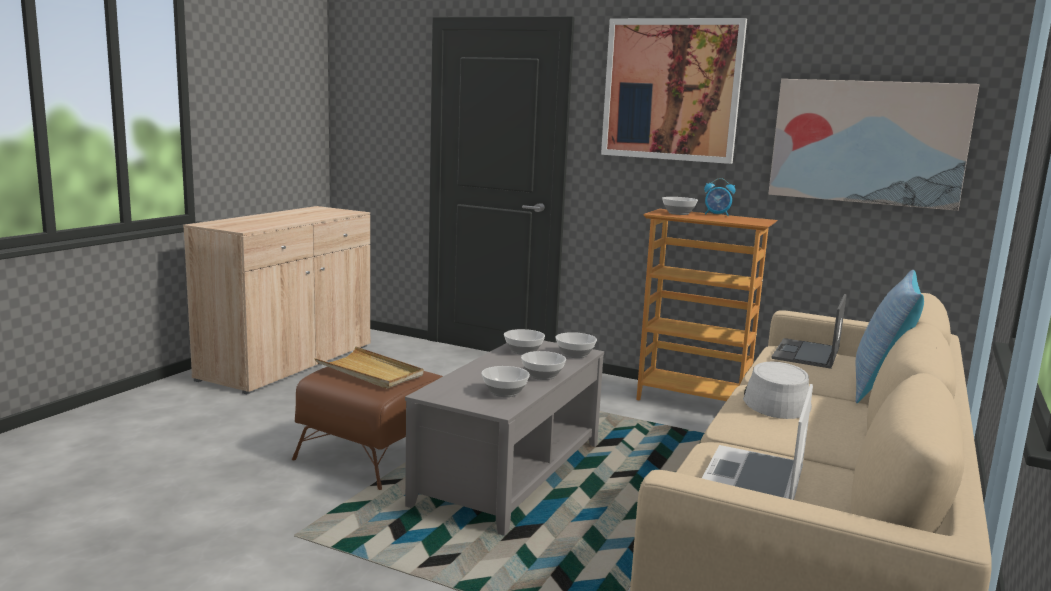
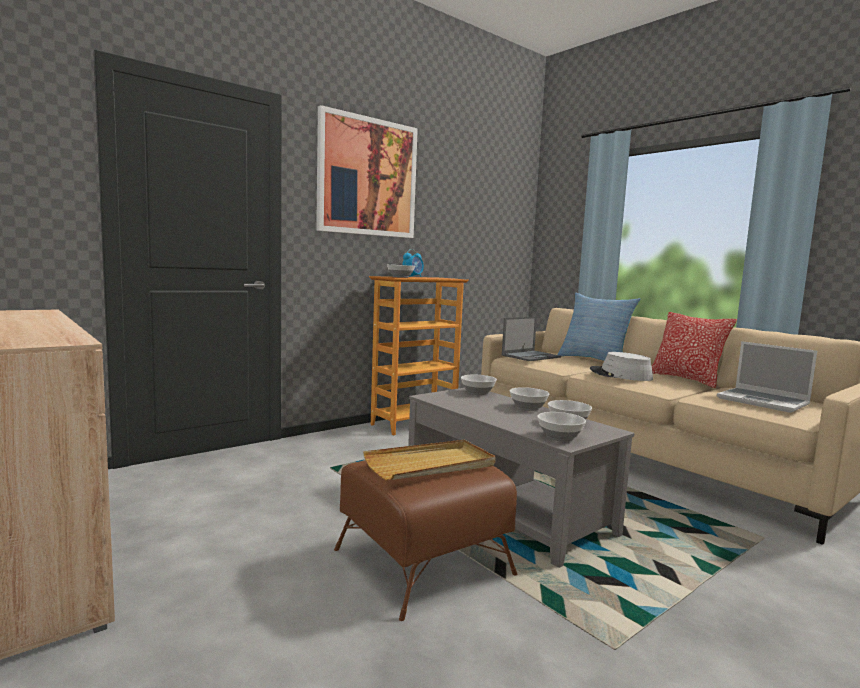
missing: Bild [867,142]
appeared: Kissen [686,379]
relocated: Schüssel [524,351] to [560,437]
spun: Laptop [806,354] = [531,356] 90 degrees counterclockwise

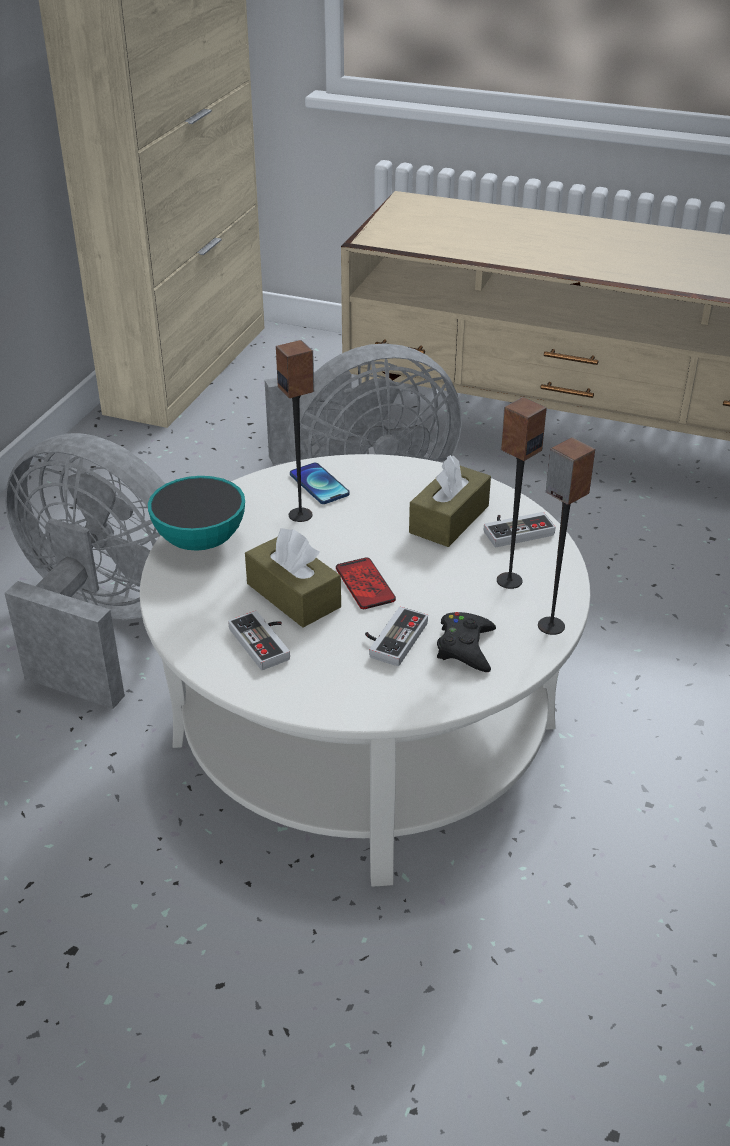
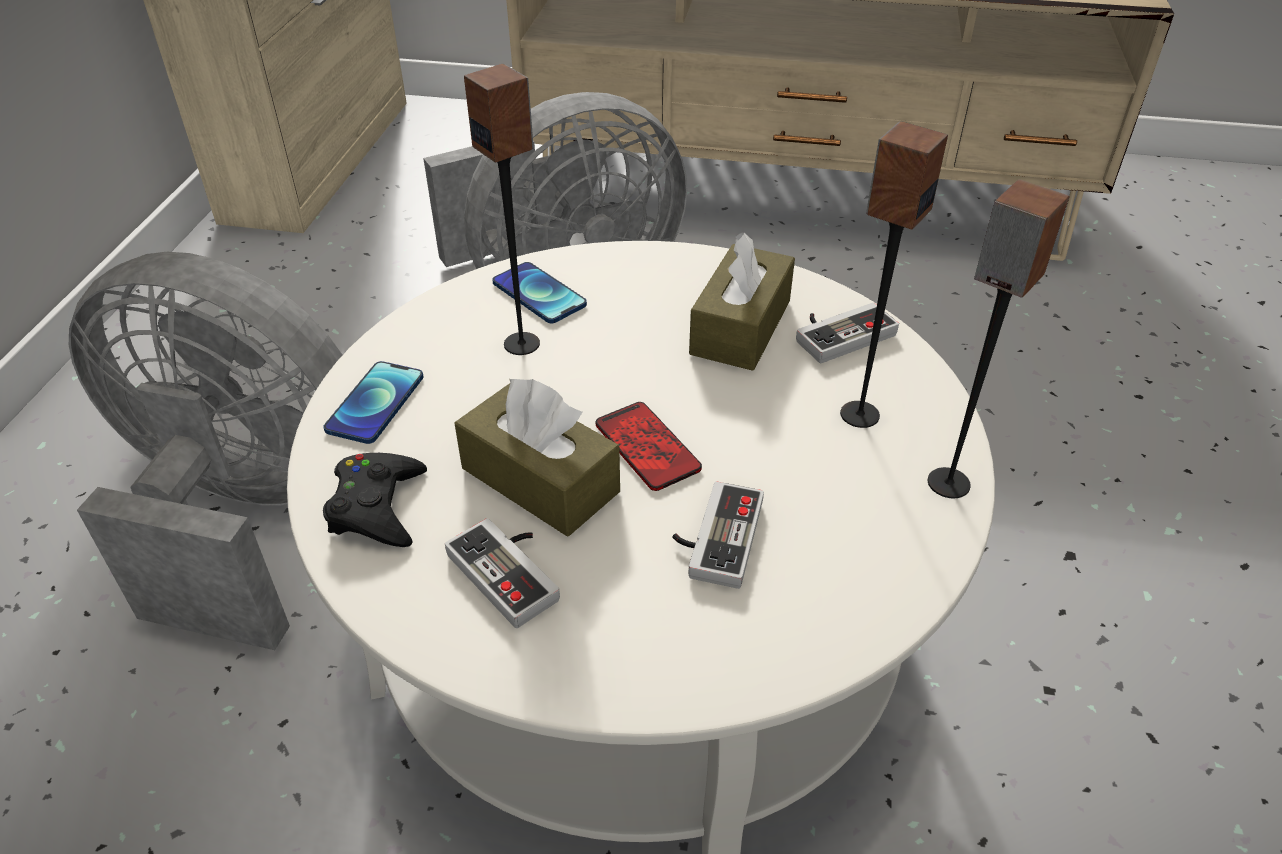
relocated: Gamepad/schwarz [465,647] to [377,507]
exchanged: Schüssel [200,541] to Handy [375,403]

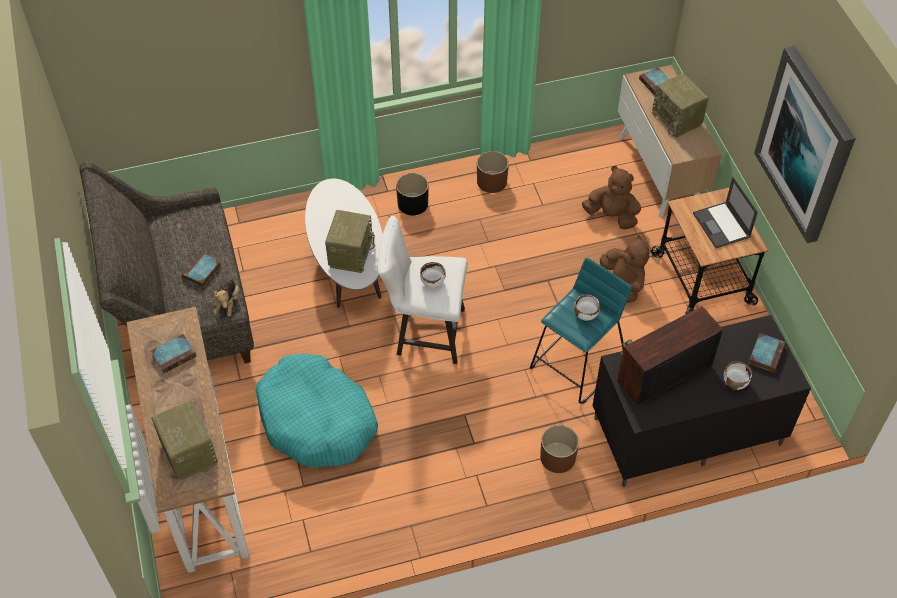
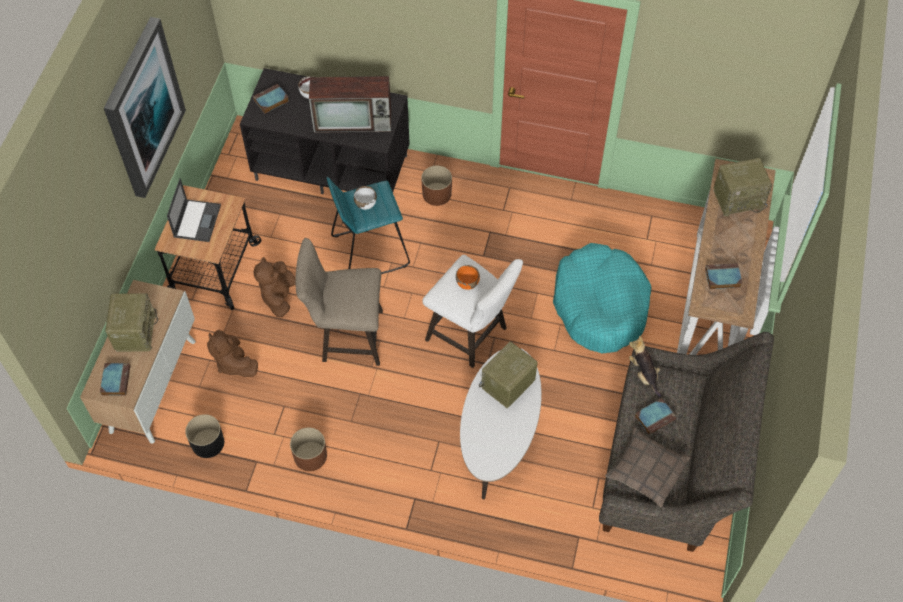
appeared: Hocker/beige [346,337]; Kissen [646,470]
relocated: Pflanzkübel/schwarz [413,204] to [207,443]
colour: Schüssel/weiß [432,282] to Schüssel/orange [467,283]
spun: Radio [188,452] = [738,198] 105 degrees counterclockwise; Plüschtier [228,303] = [644,374] 60 degrees counterclockwise

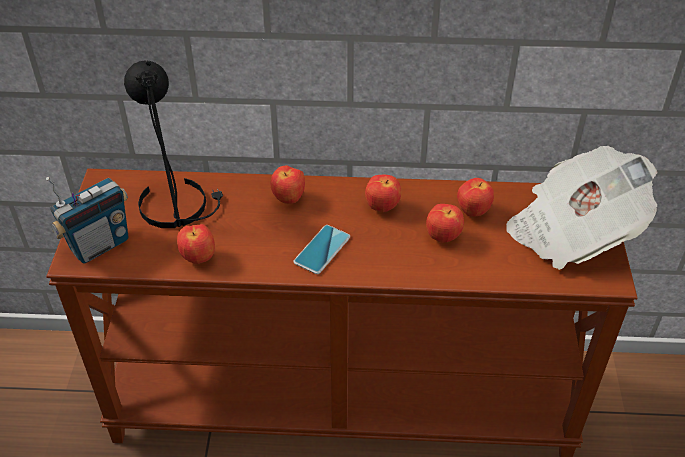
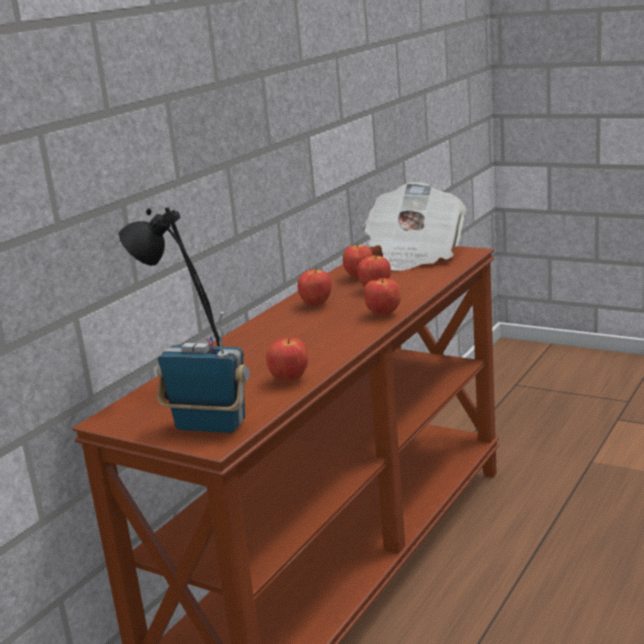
missing: Handy [322,250]
relocated: Apfel [289,199] to [383,314]
spun: Radio [99,245] = [210,426] 60 degrees counterclockwise

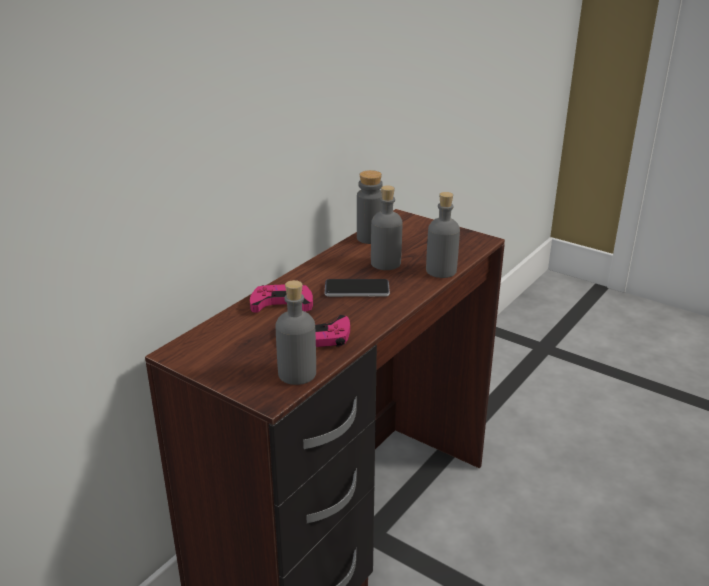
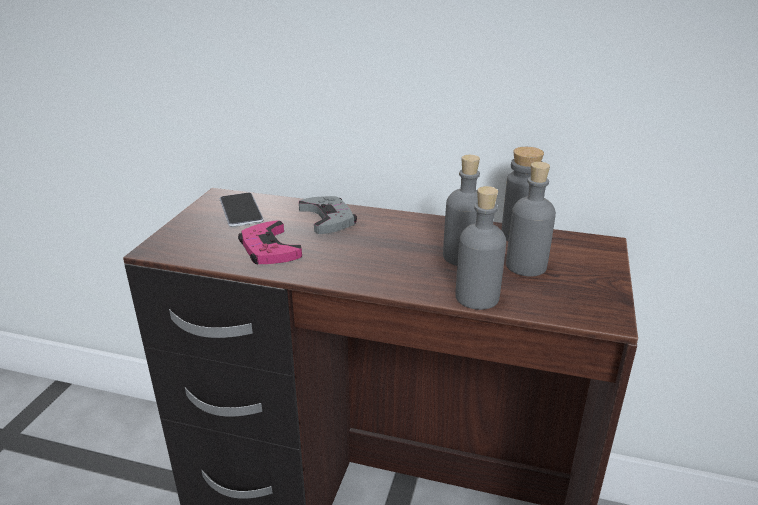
relocated: Flasche/grau [297,373] to [526,266]; Handy [357,289] to [241,211]
colour: Gamepad/rosa [282,303] to Gamepad/grau [328,219]

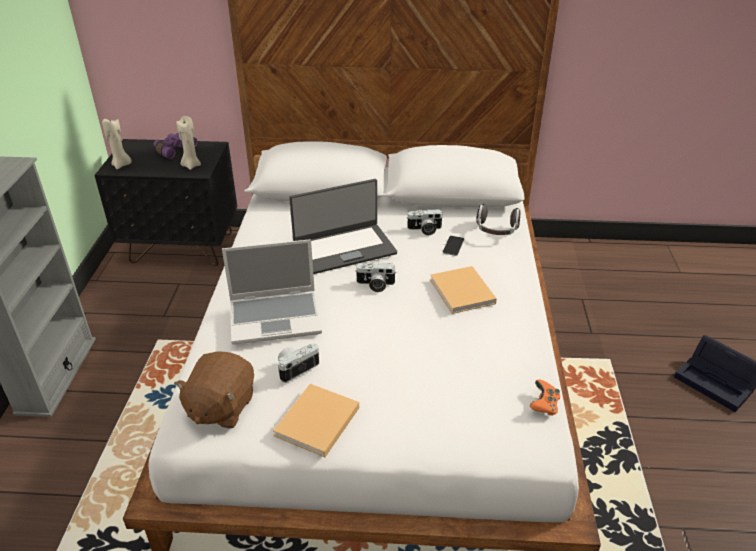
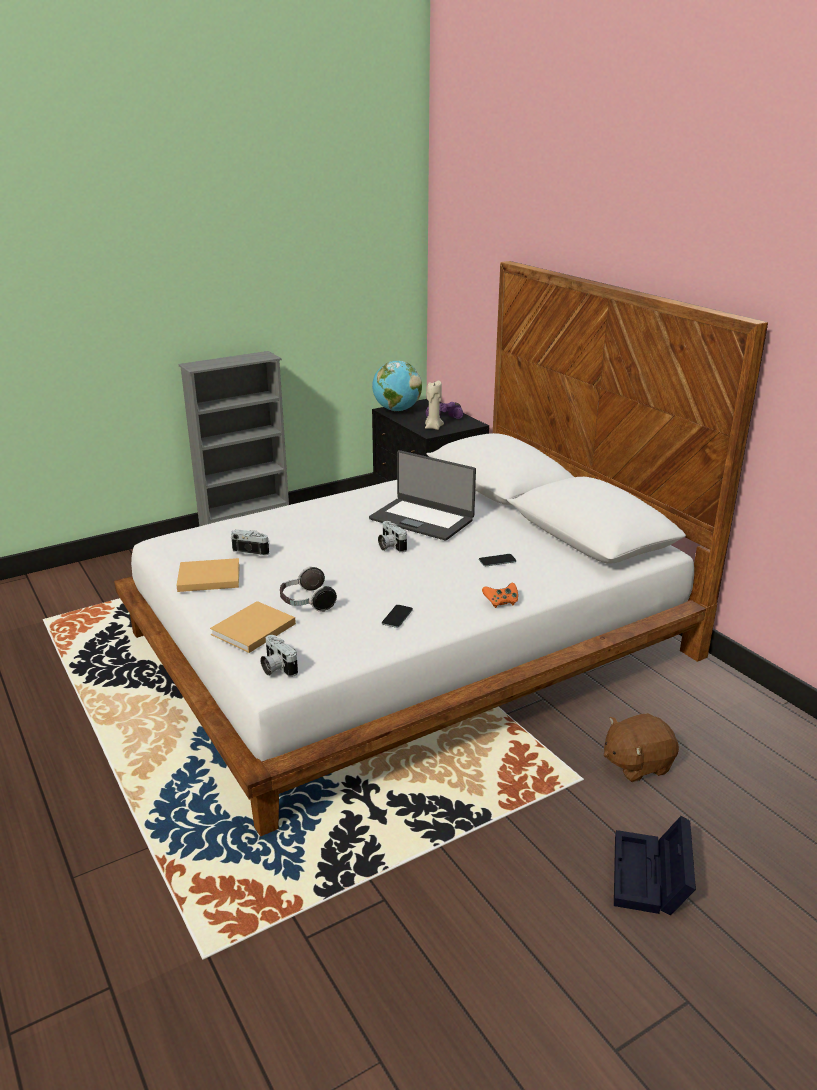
missing: Laptop [276,317]
appeared: Handy [397,616]
relocated: Plüschtier/braun [220,407] to [636,764]; Kamera [424,230] to [276,668]; Buch/beige [463,293] to [251,630]; Kopfhörer [496,231] to [306,602]; Gamepad/orange [544,405] to [501,602]
exchanged: Kerze/beige [121,165] to Globus [396,410]

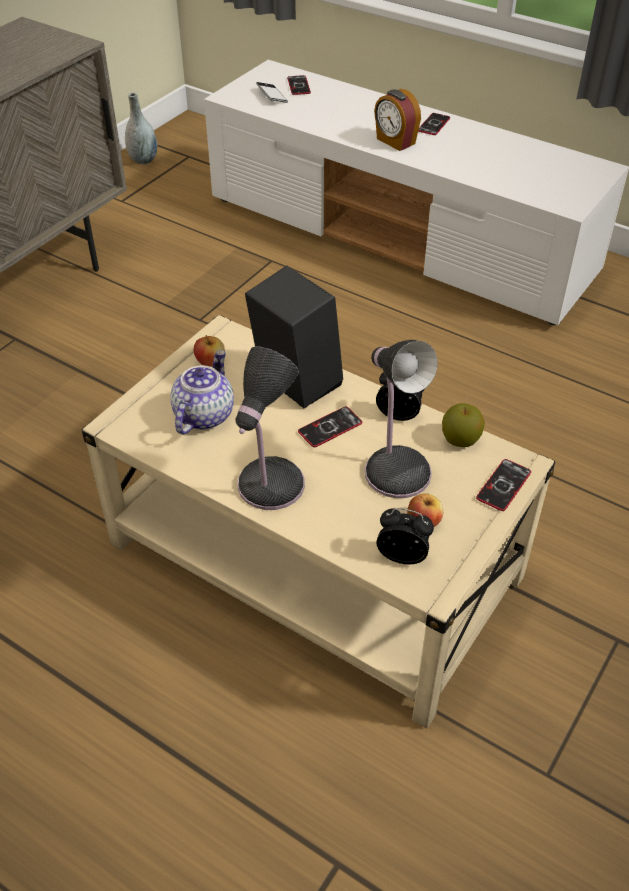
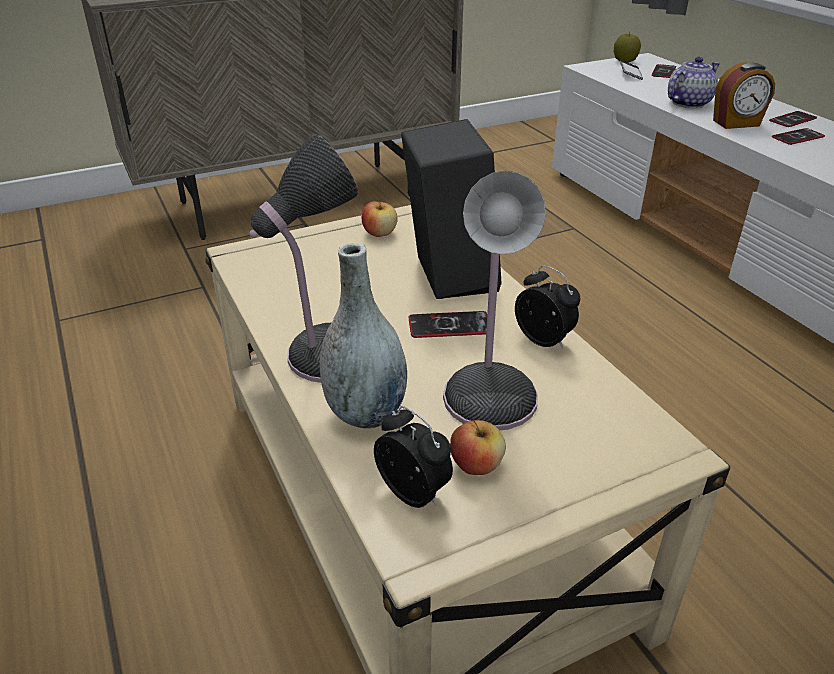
relocated: Vase/grau [143,160] to [365,413]; Teekanne [203,415] to [688,103]; Apfel [460,440] to [625,61]; Handy [503,485] to [797,137]
spun: Wecker [395,141] = [736,123] 90 degrees counterclockwise

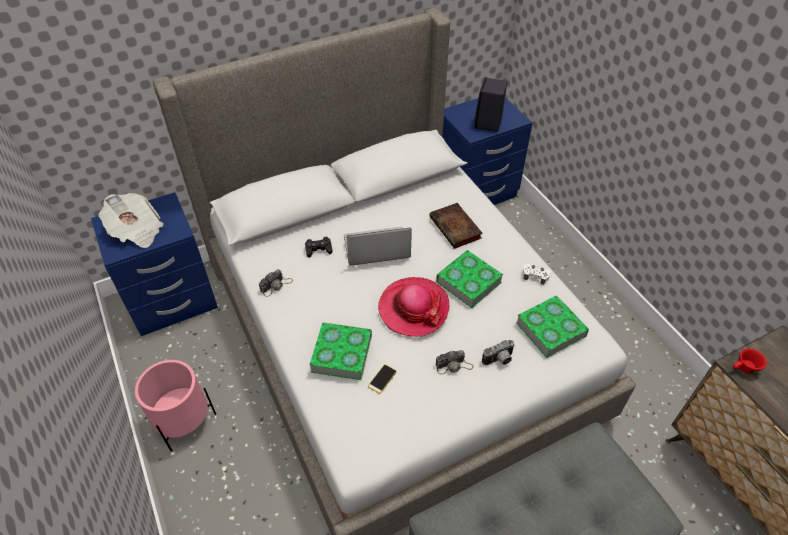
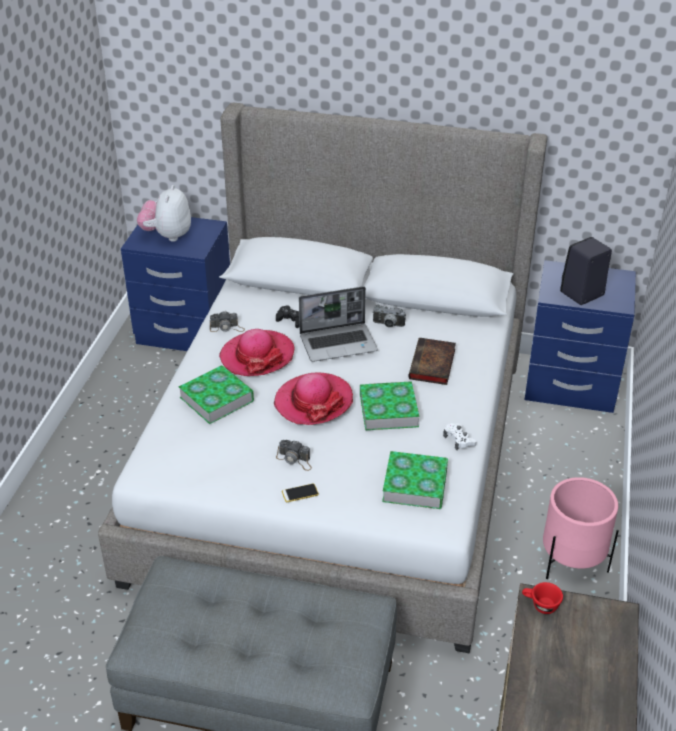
appeared: Hut [257,356]
relocated: Pflanzkübel/rosa [184,422] to [571,561]; Handy [382,379] to [300,493]; Kamera [499,360] to [388,325]
exchanged: Zeitung [136,231] to Plüschtier [167,235]
spun: Laptop [376,248] = [339,343] 135 degrees clockwise

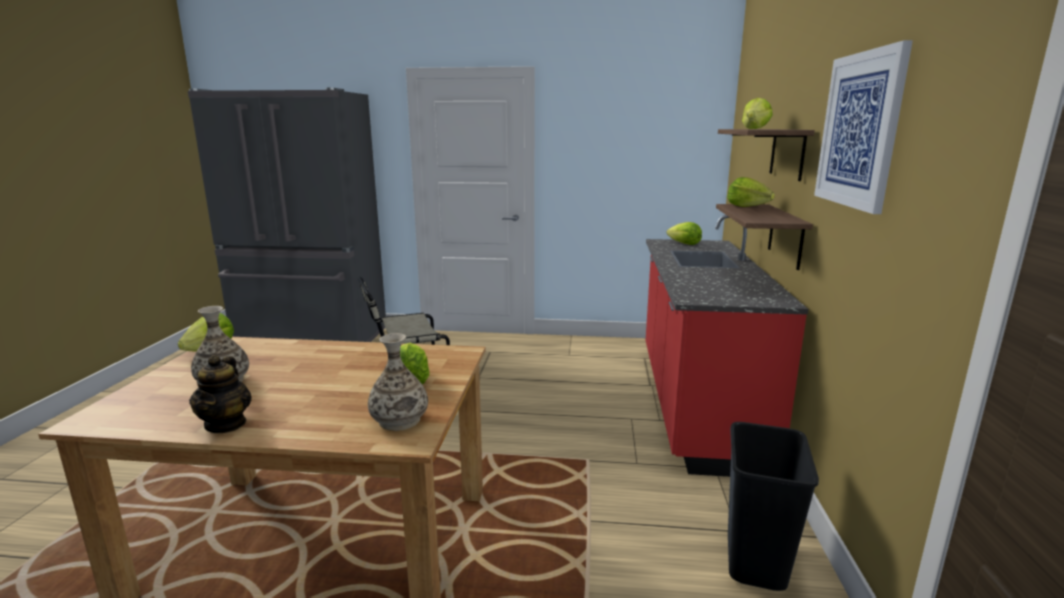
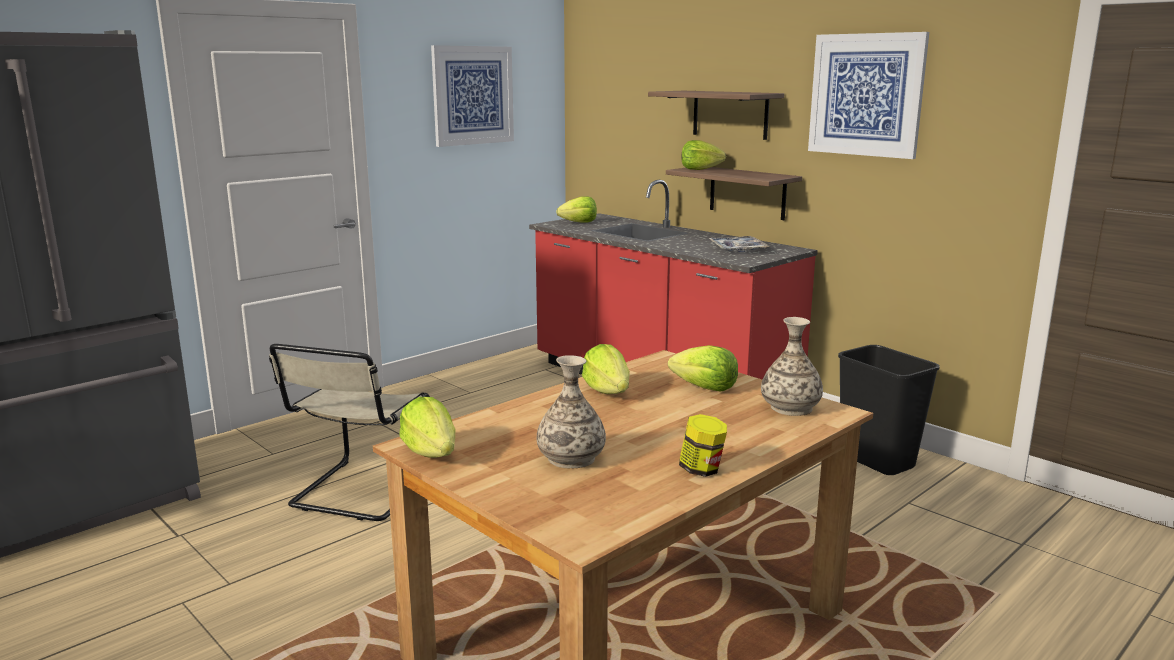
appeared: Bild [473,95]; Tablett [738,249]
relocated: Salatkopf [754,129] to [608,391]
exchanged: Teekanne [226,424] to Vorratsglas [701,470]

